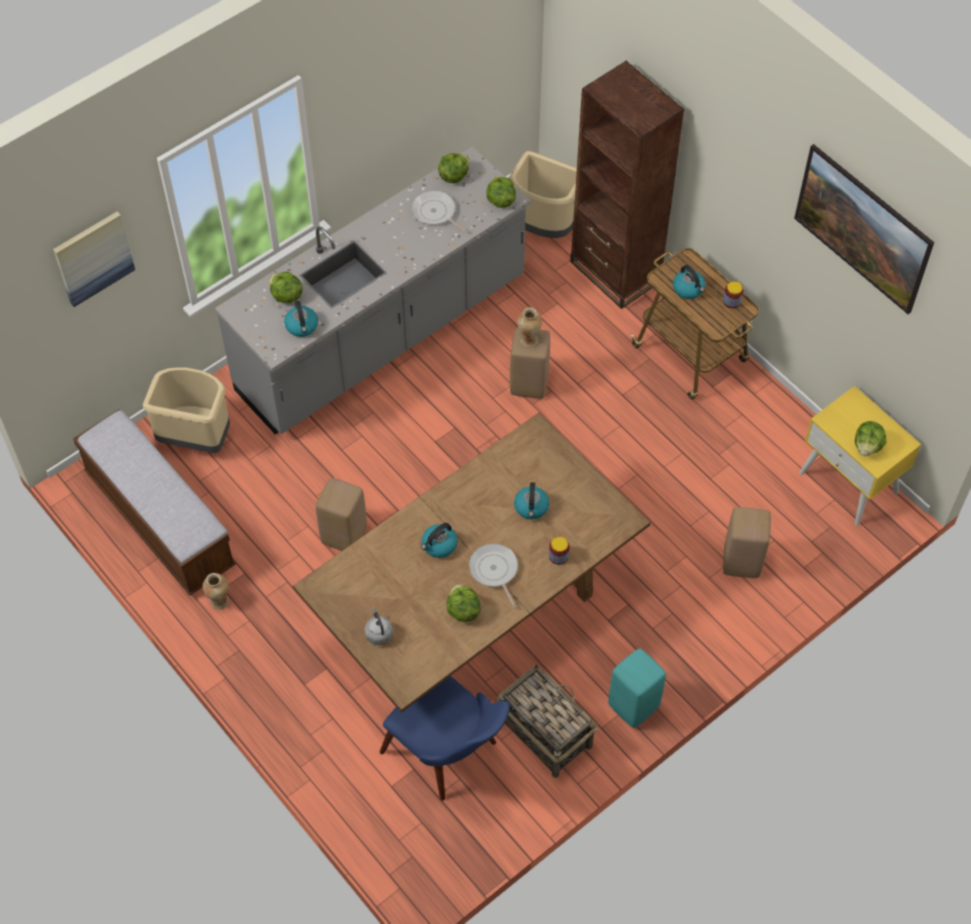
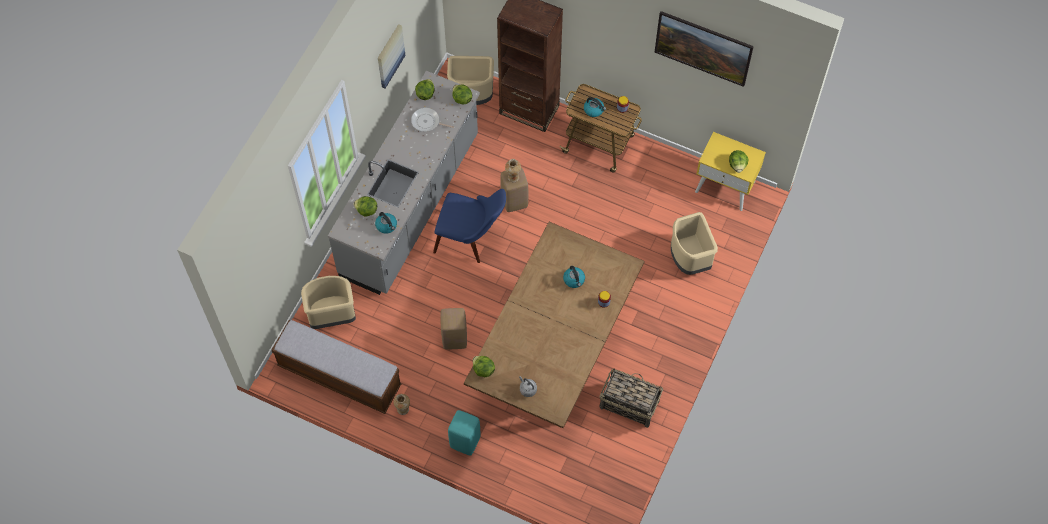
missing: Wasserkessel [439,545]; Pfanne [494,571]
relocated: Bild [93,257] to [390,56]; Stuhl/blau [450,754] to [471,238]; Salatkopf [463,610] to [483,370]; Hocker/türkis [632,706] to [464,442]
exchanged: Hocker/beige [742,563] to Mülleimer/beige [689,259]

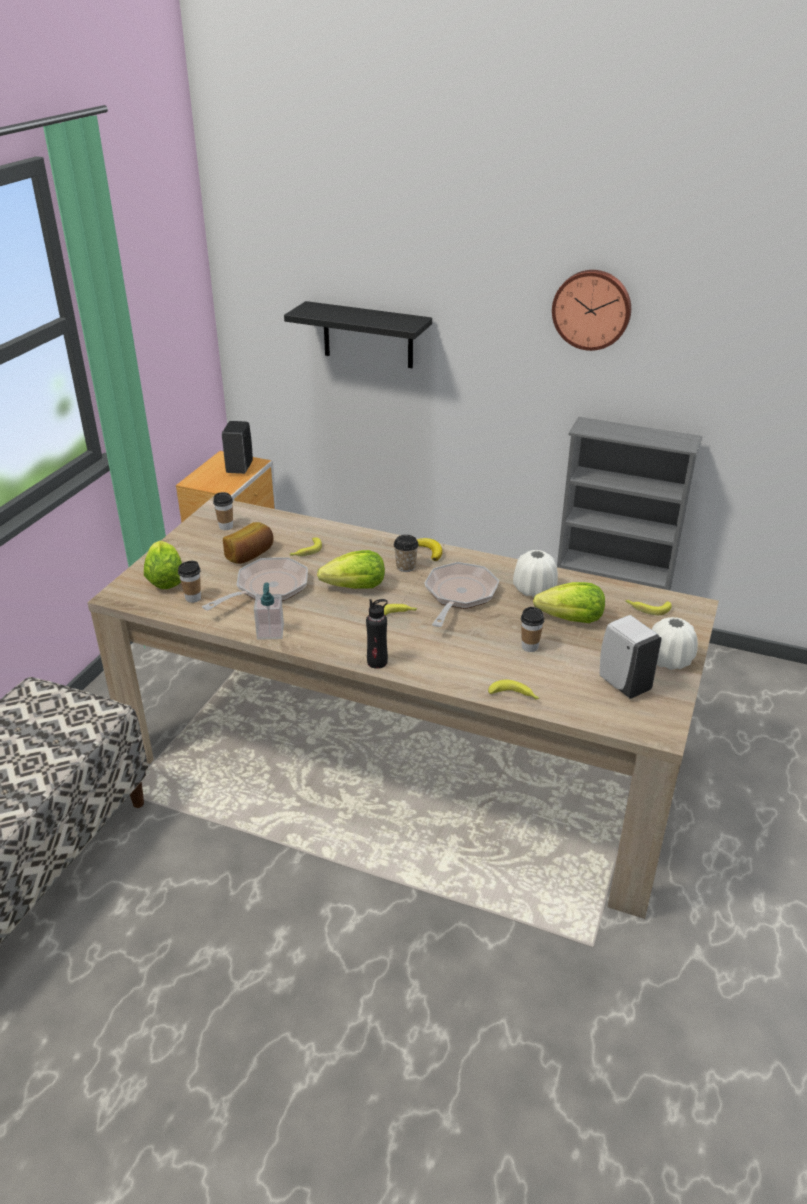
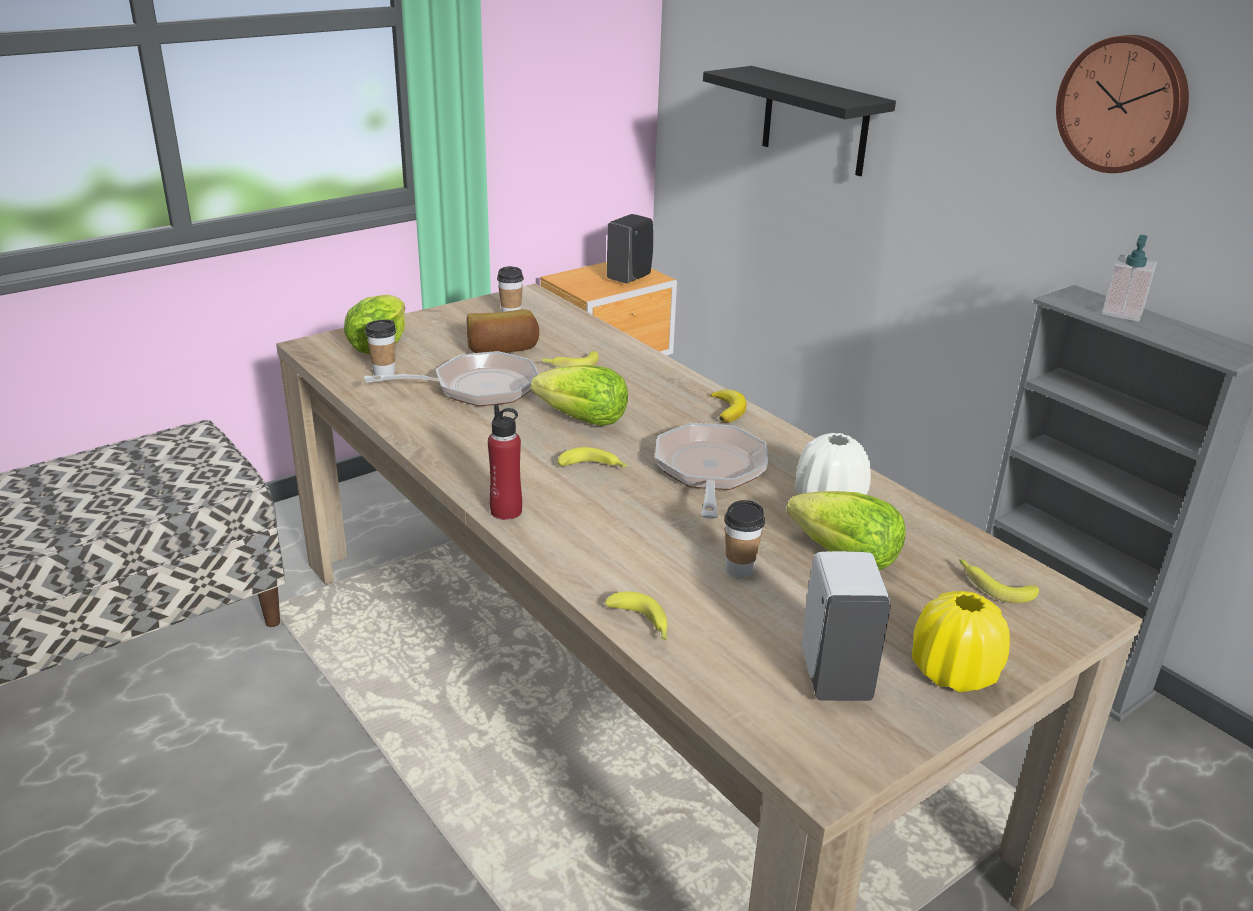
missing: Tasse [406,567]
relocated: Seifenspender [270,632] to [1122,312]
colour: Flasche/schwarz [377,662] to Flasche/rot [506,511]; Vase/weiß [669,660] to Vase/gelb [953,672]
spun: Pfanne [459,595] = [709,472] 45 degrees counterclockwise

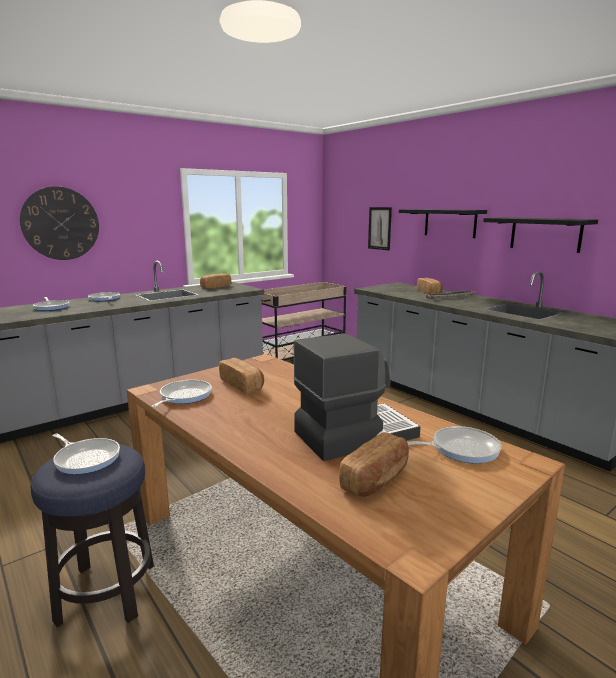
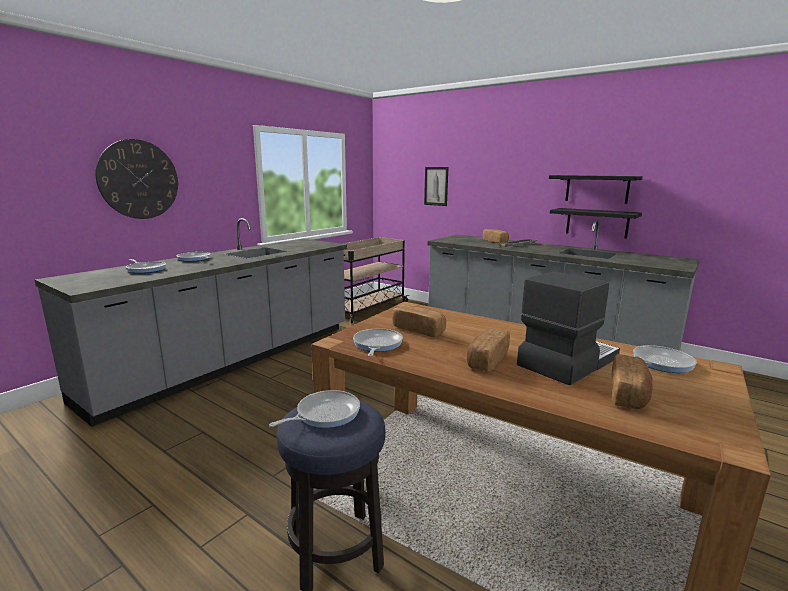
relocated: Brot [215,287] to [486,360]; Wandregal/schwarz [450,223] to [597,223]
spun: Pfanne [86,458] = [324,414] 60 degrees counterclockwise

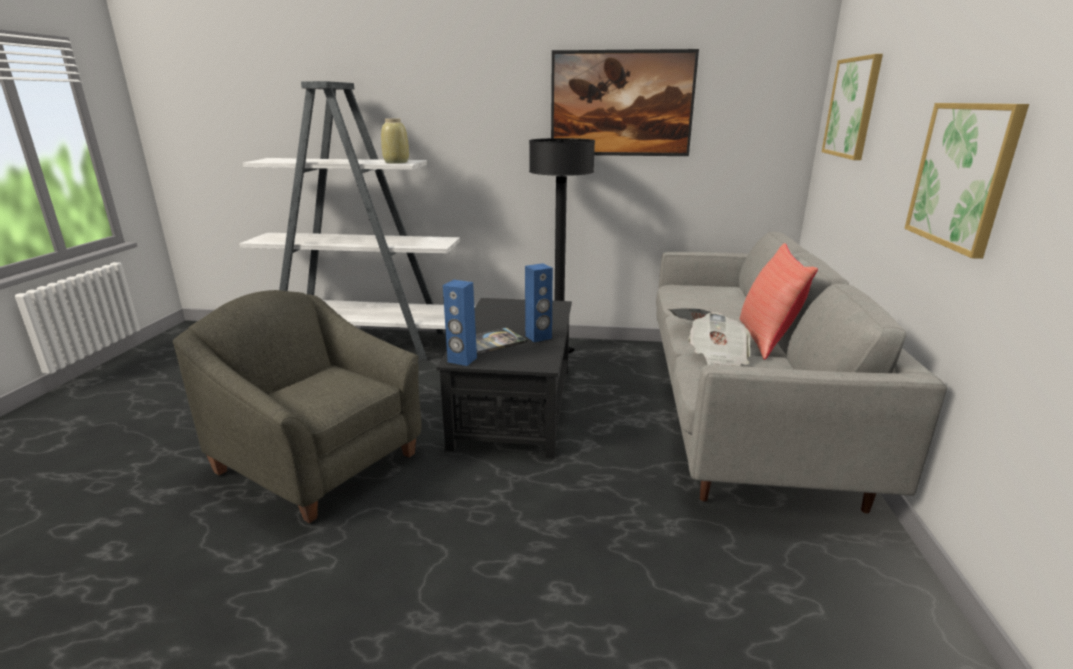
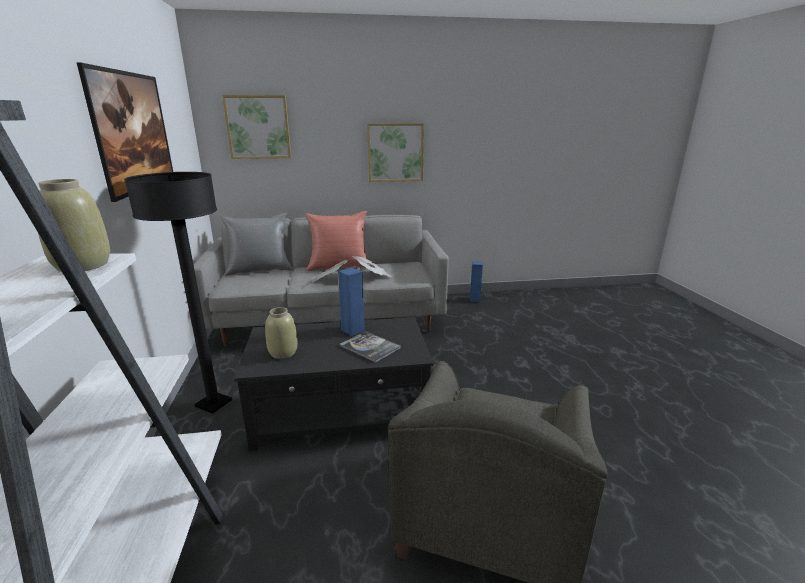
appeared: Kissen/grau [260,270]; Vase/beige [283,353]
relocated: Lautsprecher/blau [462,360] to [475,299]

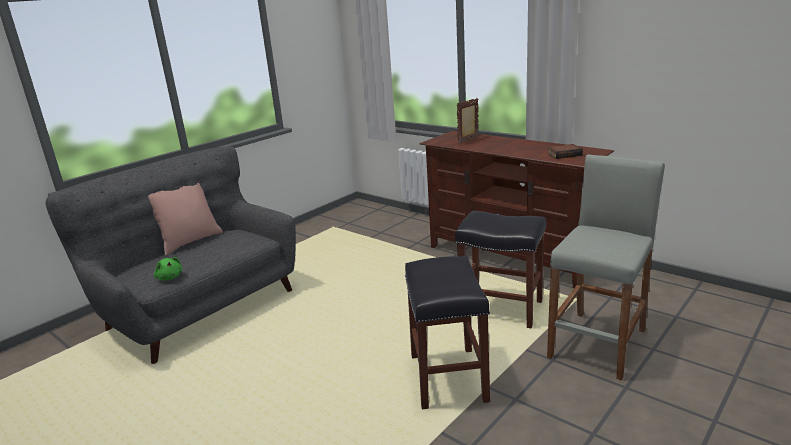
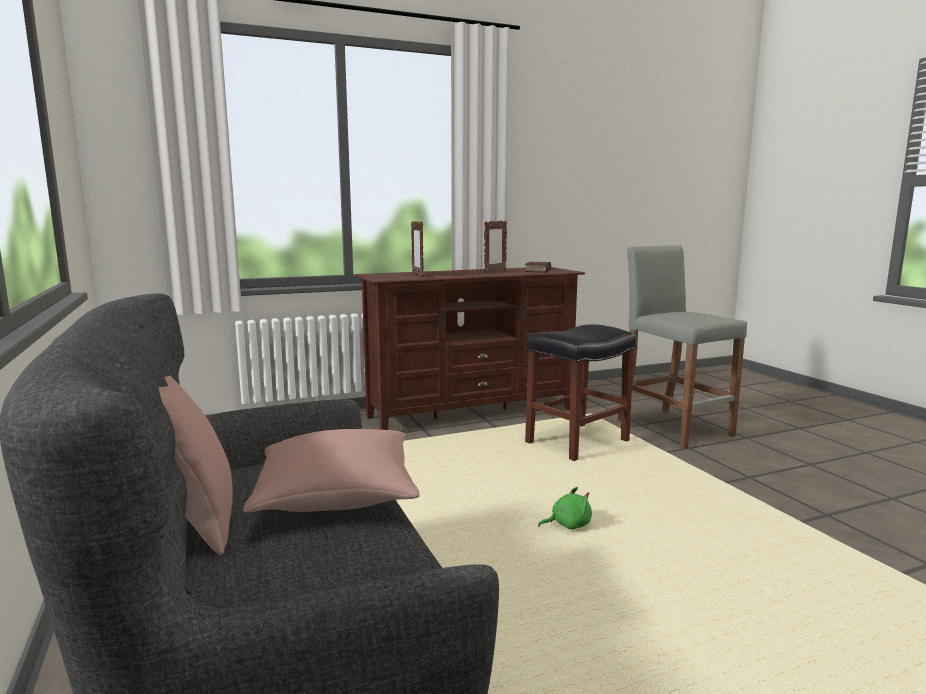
missing: Hocker/schwarz [449,378]
appeared: Kissen/rosa [336,495]; Bilderrahmen [495,271]
relocated: Plüschtier/grün [169,277] to [568,525]

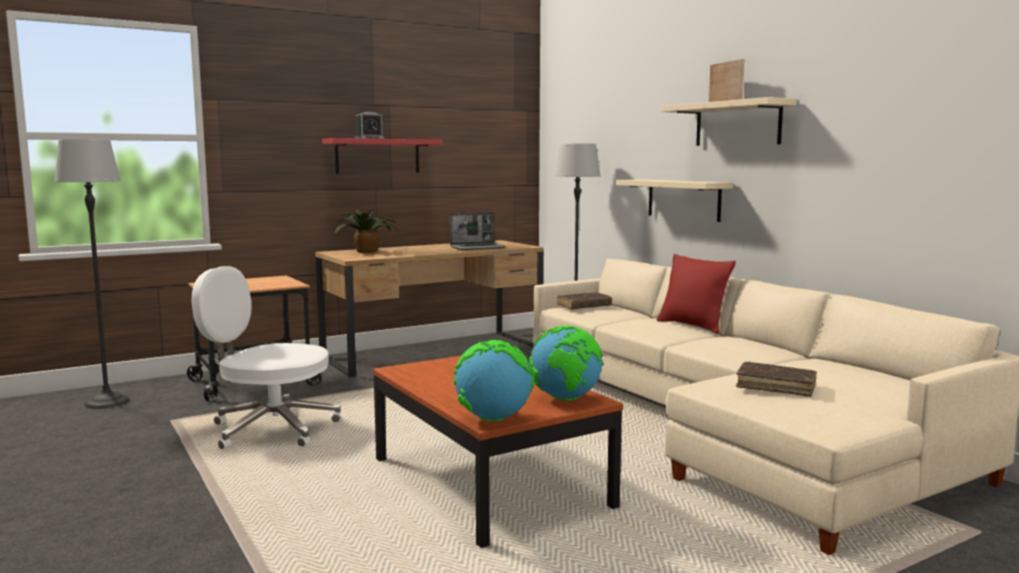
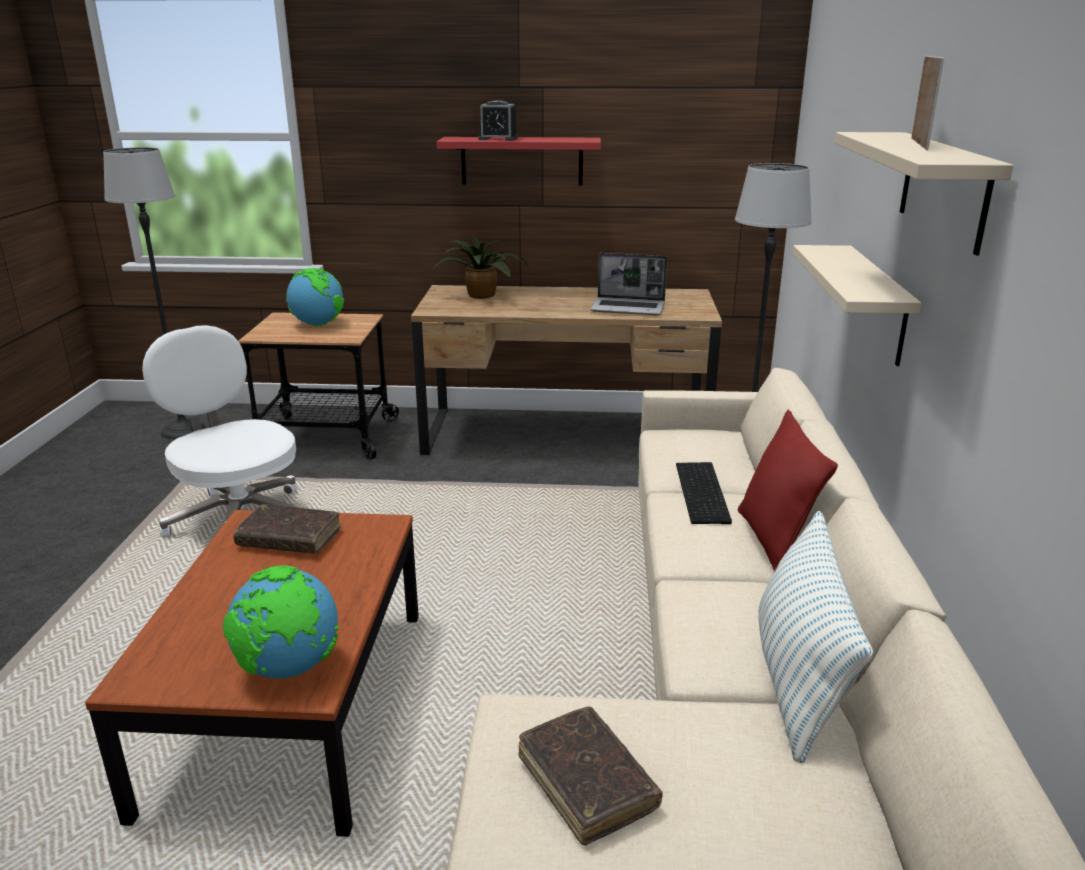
appeared: Tastatur [704,493]; Kissen [798,676]
relocated: Globus [493,419] to [318,324]; Buch/braun [584,306] to [289,539]

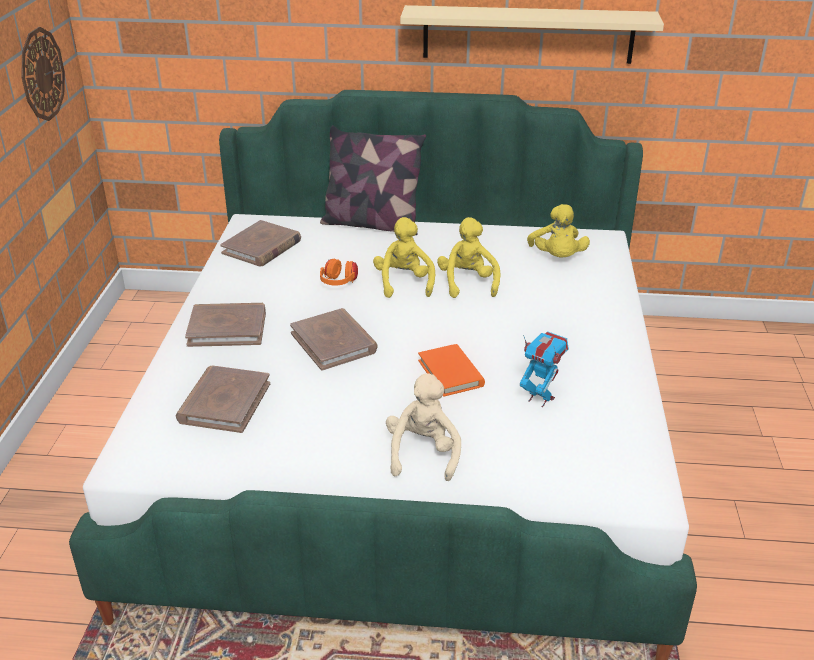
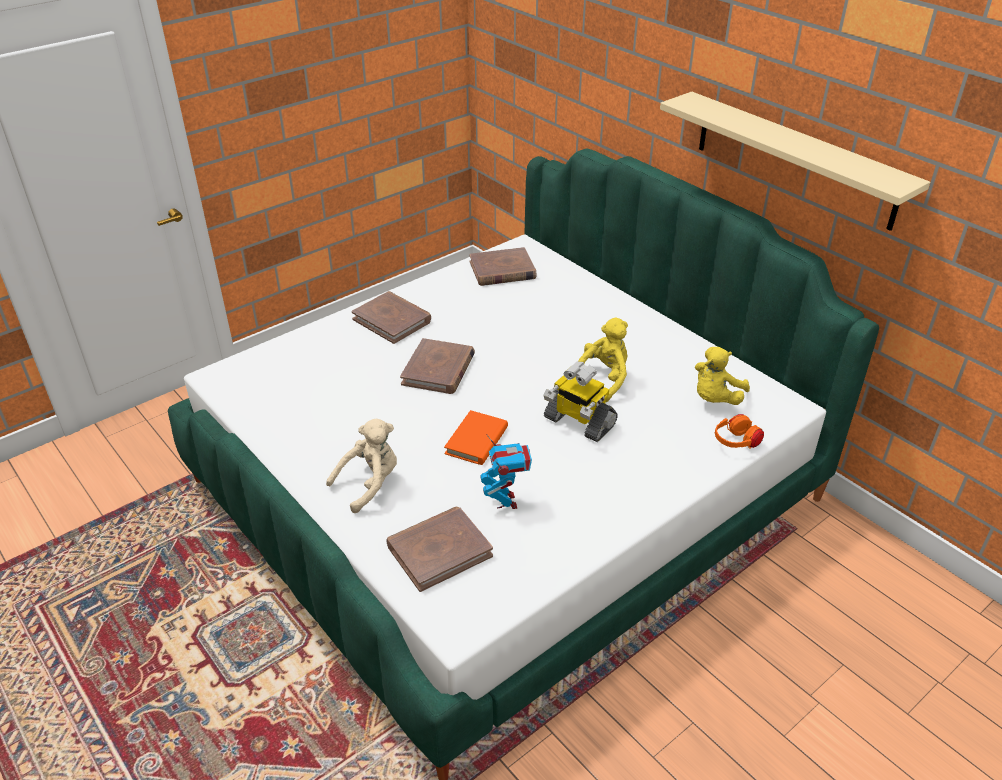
missing: Wanduhr [42,74]; Kissen [371,224]; Plüschtier/gelb [404,283]
appeared: Spielzeugroboter [578,422]
relocated: Buch/braun [224,402] to [439,550]; Kopfhörer/orange [339,284] to [736,443]

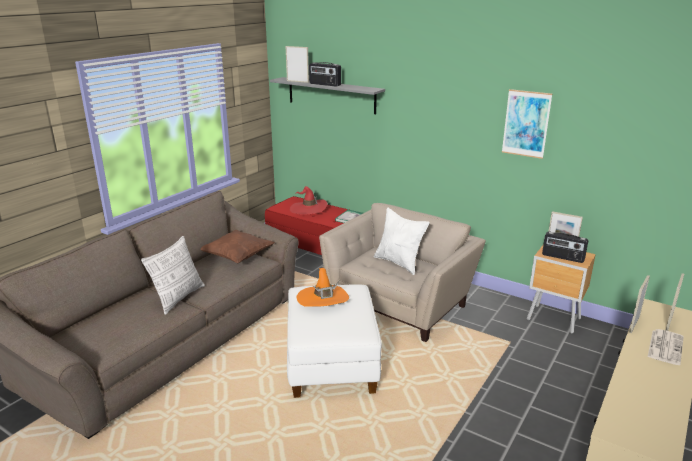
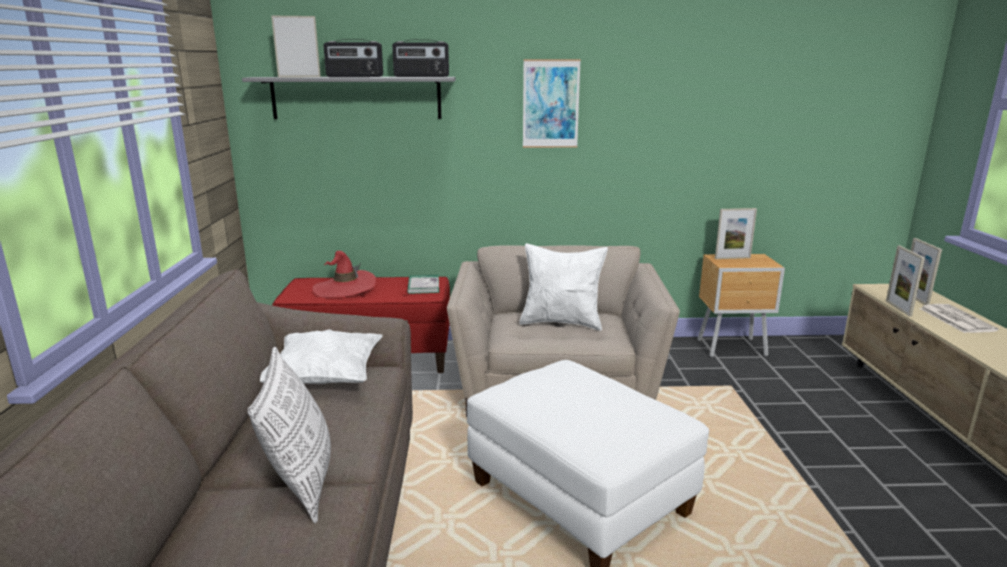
missing: Hut/orange [323,299]
relocated: Bild [526,123] to [550,104]; Radio [563,257] to [421,76]
colour: Kissen/braun [237,257] to Kissen/weiß [325,379]

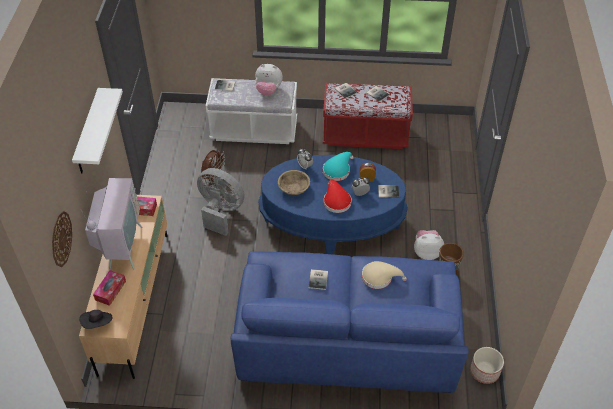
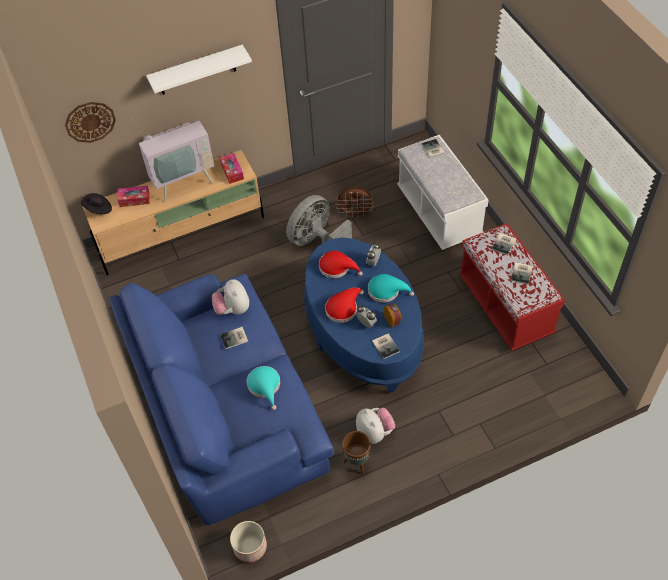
relocated: Plüschtier [268,90] to [233,309]
exchanged: Schüssel/beige [294,188] to Hut/rot [337,267]
colour: Hut/beige [379,277] to Hut/türkis [265,386]
spun: Ventilator/grau [220,211] = [316,240] 135 degrees counterclockwise

